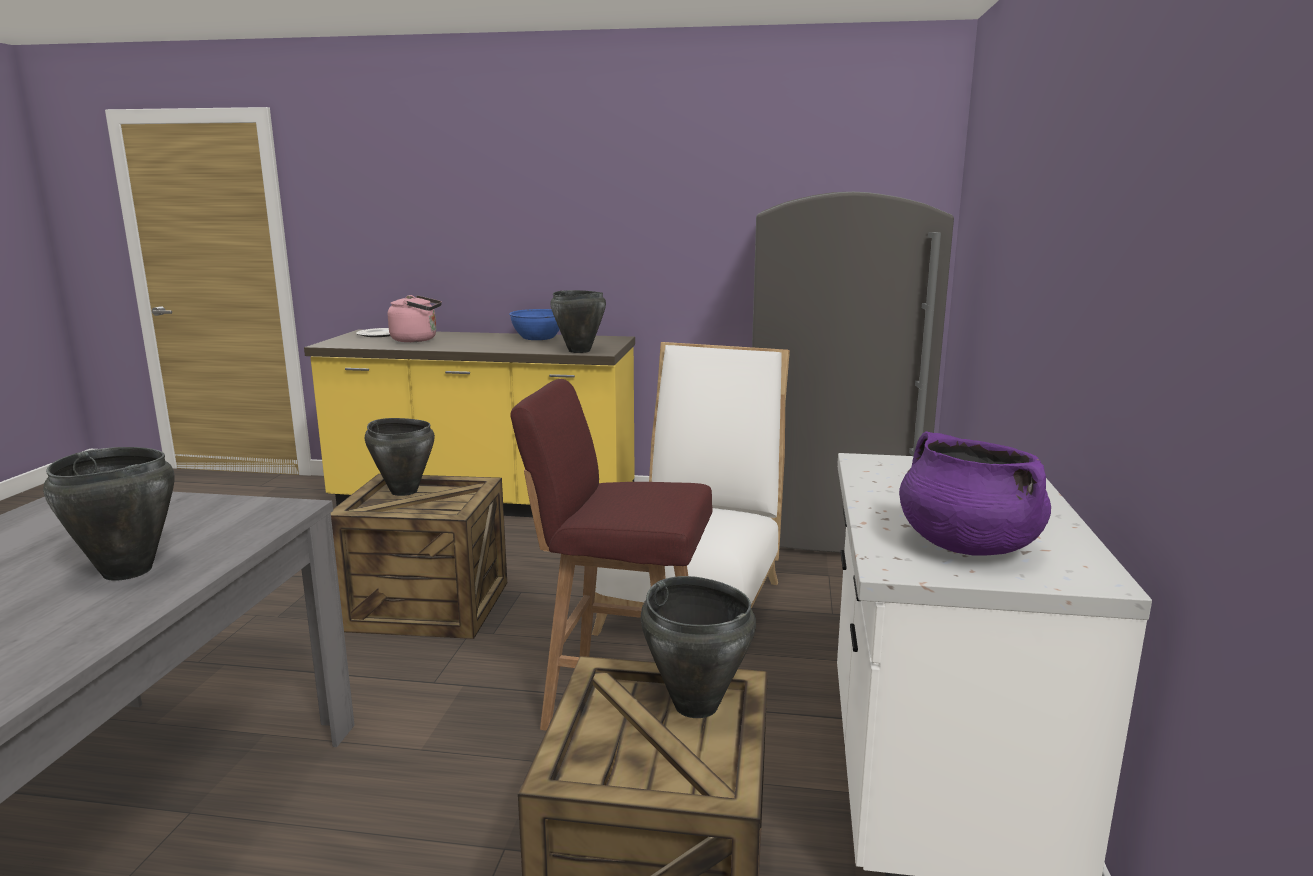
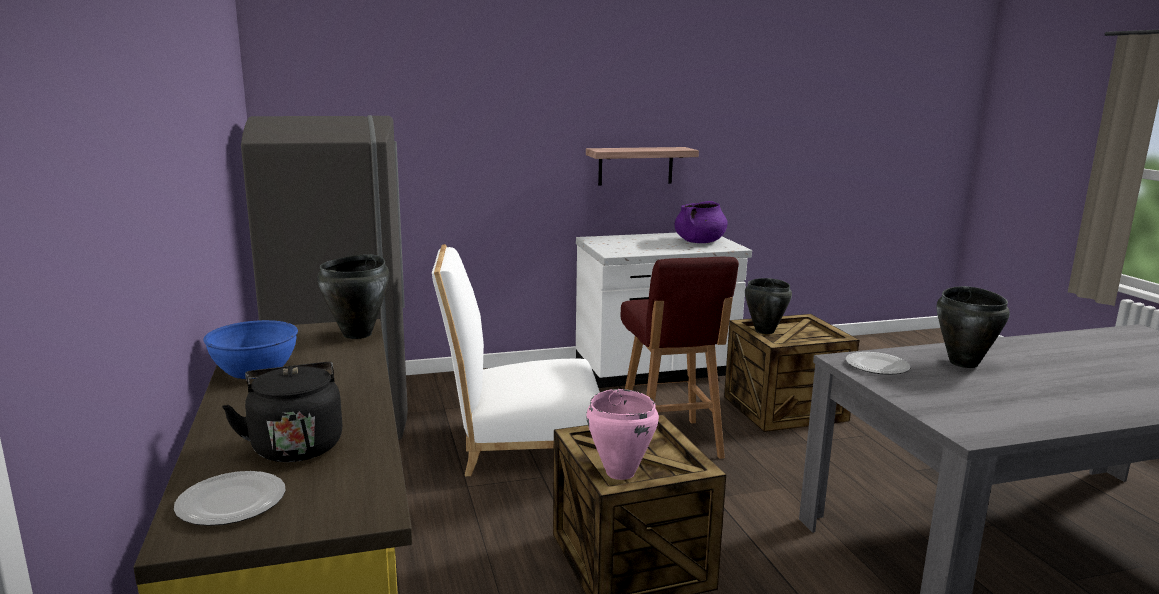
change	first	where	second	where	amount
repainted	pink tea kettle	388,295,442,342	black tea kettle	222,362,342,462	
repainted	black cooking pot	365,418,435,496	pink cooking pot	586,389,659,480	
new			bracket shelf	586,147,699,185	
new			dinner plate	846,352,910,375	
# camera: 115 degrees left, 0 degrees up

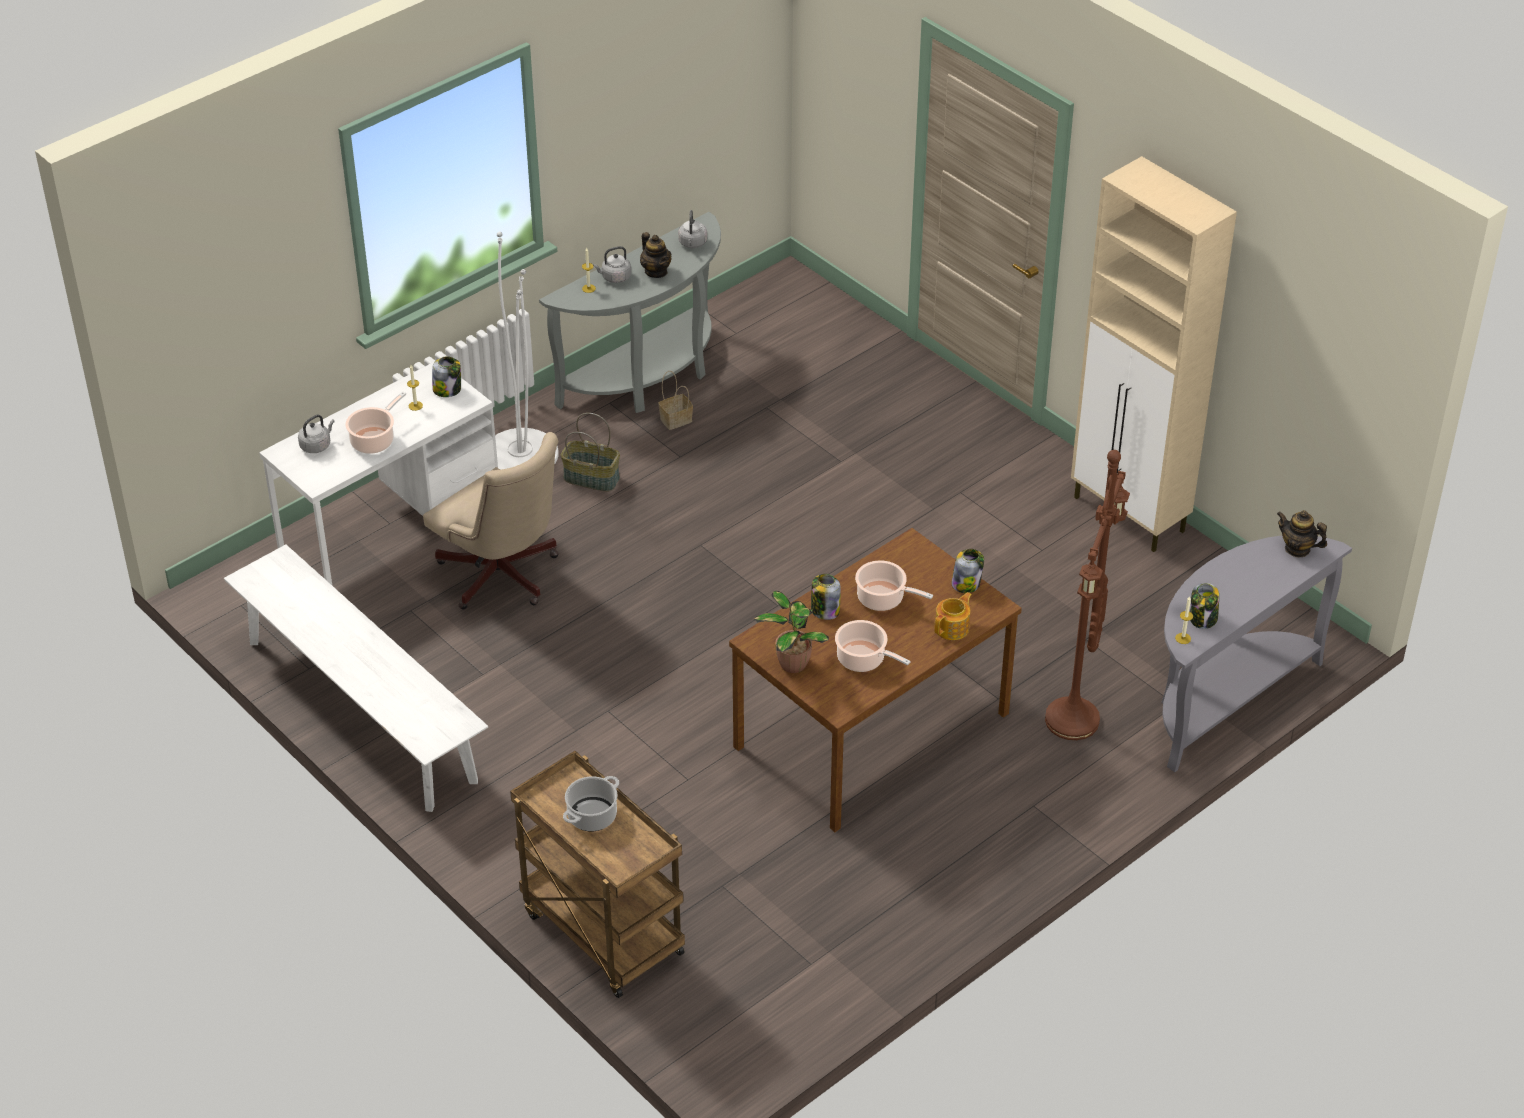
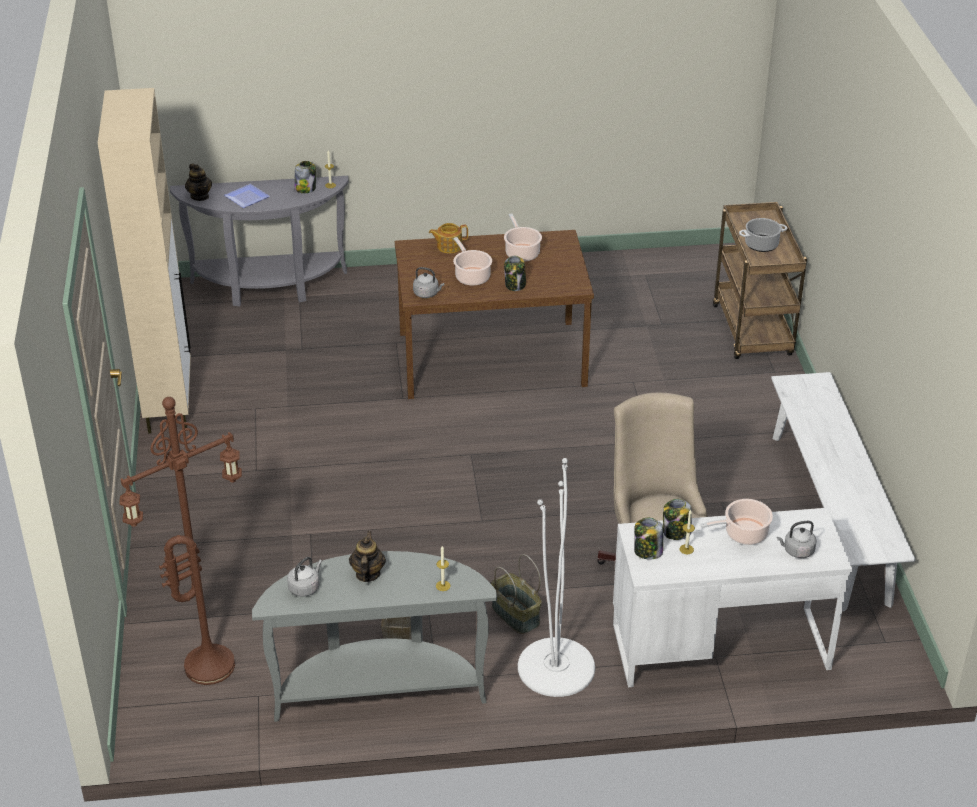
change	first	where	second	where	amount
shifted	grey tea kettle	593,246,631,283		413,267,444,298	
shifted	brown-coloured floor lamp	1045,450,1130,740		119,397,242,685	
shifted	preserve jar	951,549,984,593		663,499,692,540	
gone	houseplant	754,591,829,673			
new			dinner plate	224,184,270,208	
# camera: 145 degrees left, 5 degrees down

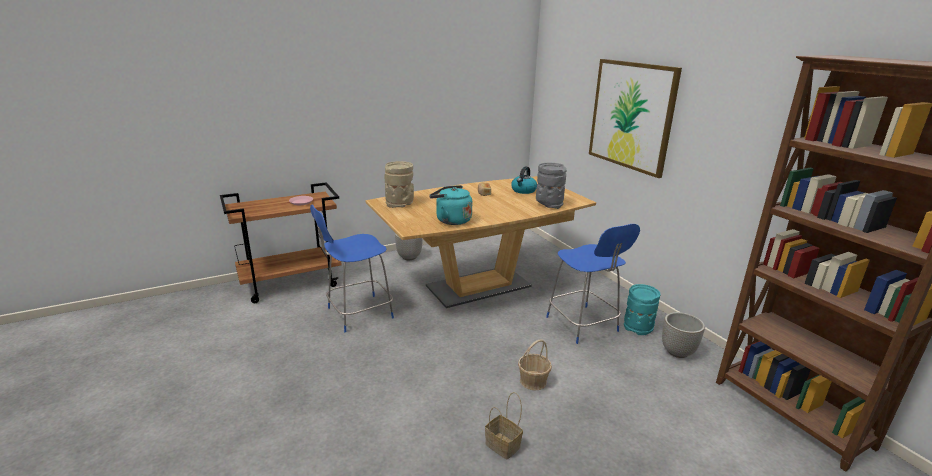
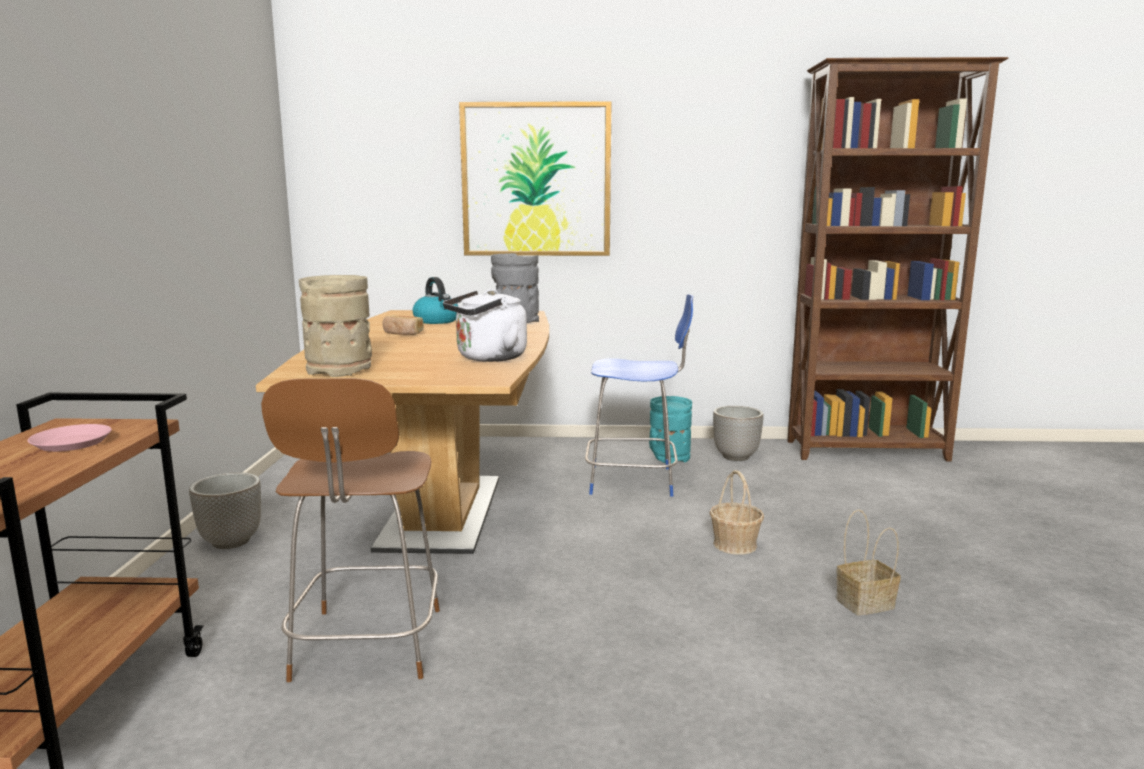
change	first	where	second	where	amount
repainted	turquoise-coloured tea kettle	429,185,472,225	white tea kettle	443,289,527,362	
repainted	blue-coloured chair	310,205,394,332	brown-coloured chair	261,378,440,682	
# camera: 60 degrees left, 10 degrees down

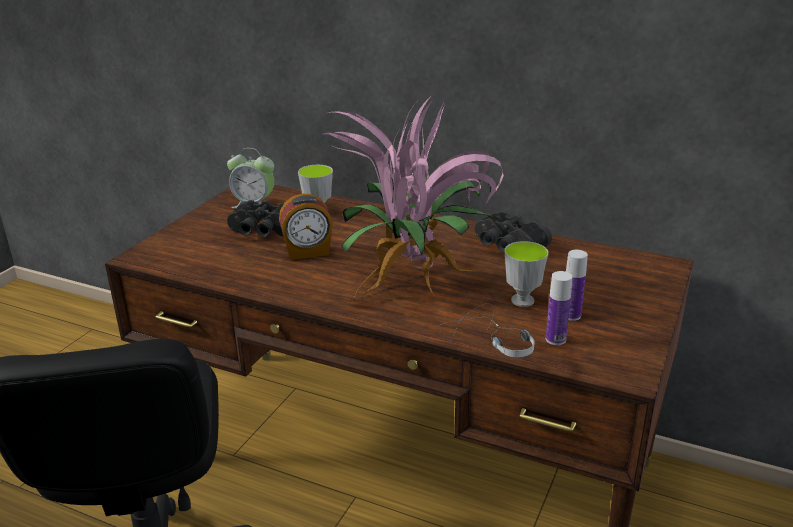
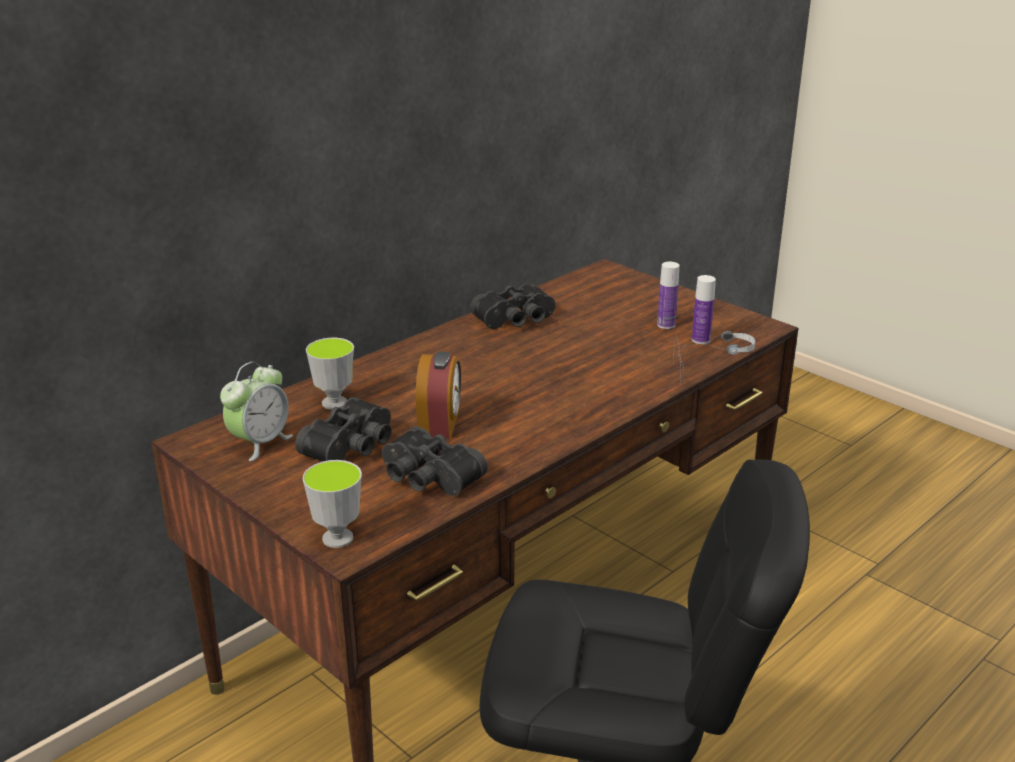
change	first	where	second	where	amount
gone	houseplant	322,95,504,297			
shifted	cup	504,241,549,307		303,460,362,548	
new			black field glasses	382,426,488,496	
# camera: 70 degrees left, 0 degrees up

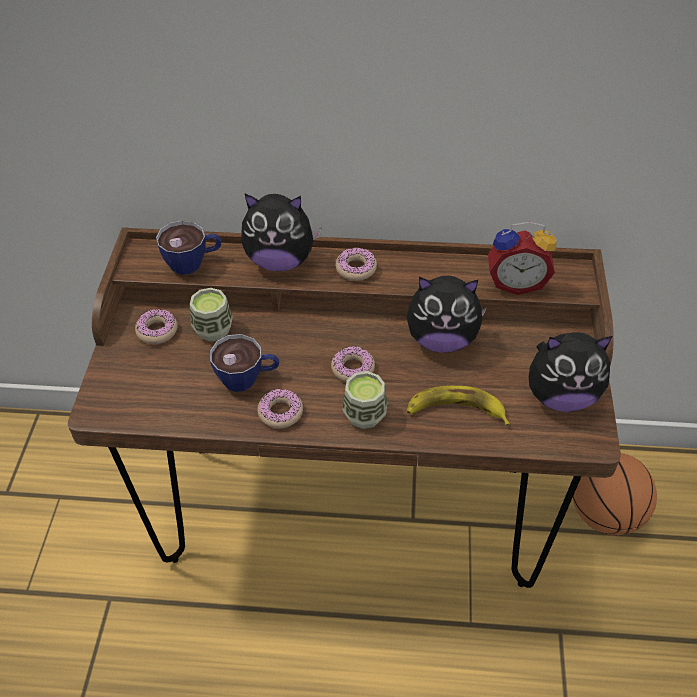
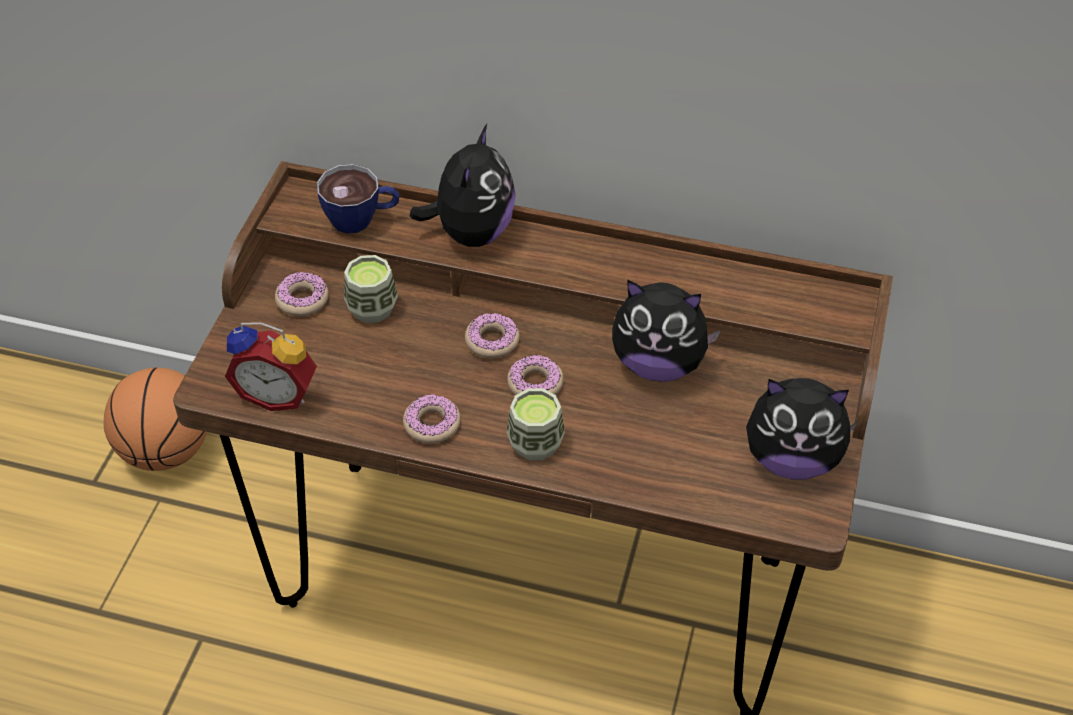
change	first	where	second	where	amount
rotated	soft toy	241,194,322,271		409,124,516,247	90 degrees counterclockwise
shifted	alarm clock	488,221,557,295		225,322,317,411	
shifted	donut	335,247,377,281		465,313,520,359	
gone	cup	210,334,279,392			
gone	banana	407,386,510,426			
shifted	basketball	573,453,657,535		104,368,207,471	
# camera: 10 degrees right, 0 degrees up

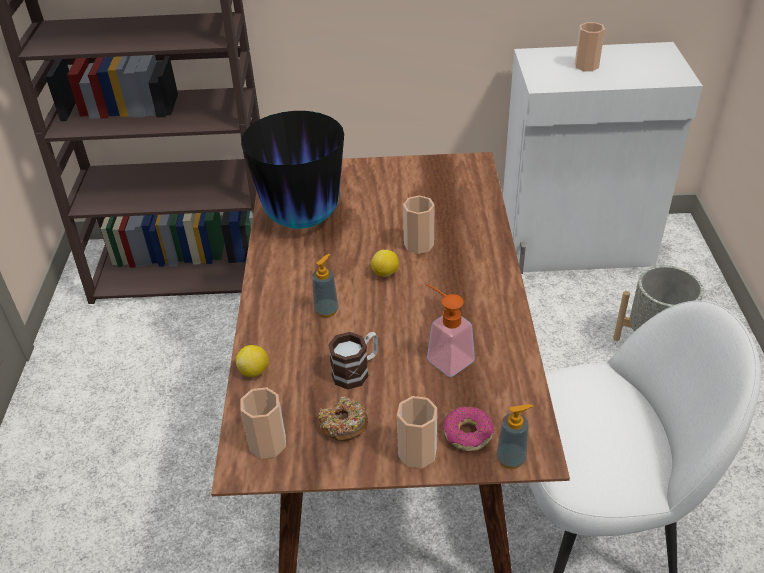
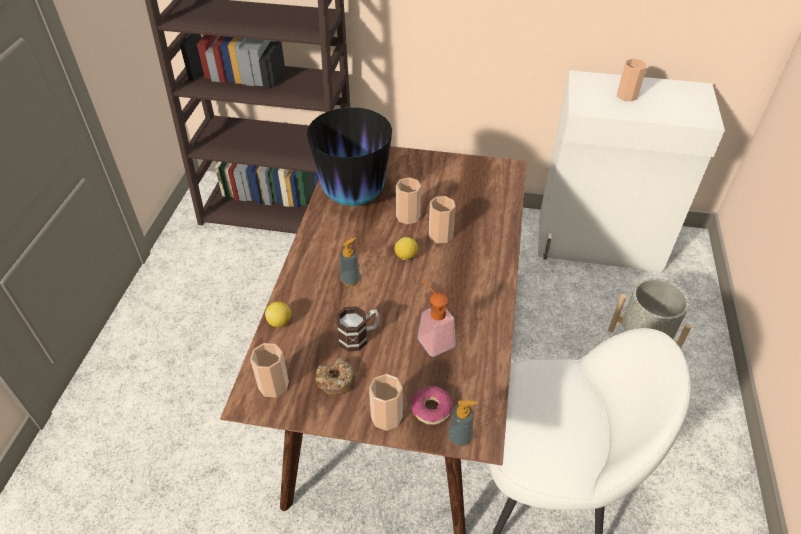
change	first	where	second	where	amount
new			cup	396,177,421,224	
# camera: 10 degrees right, 5 degrees up

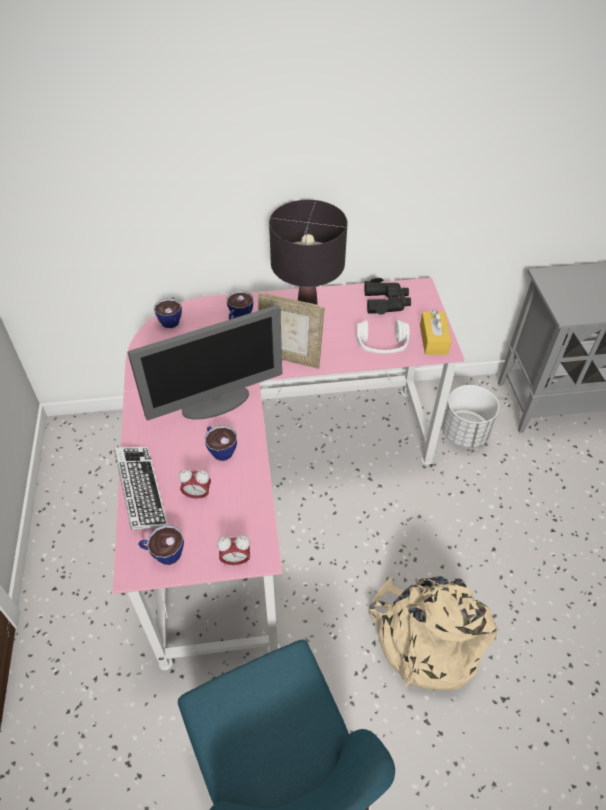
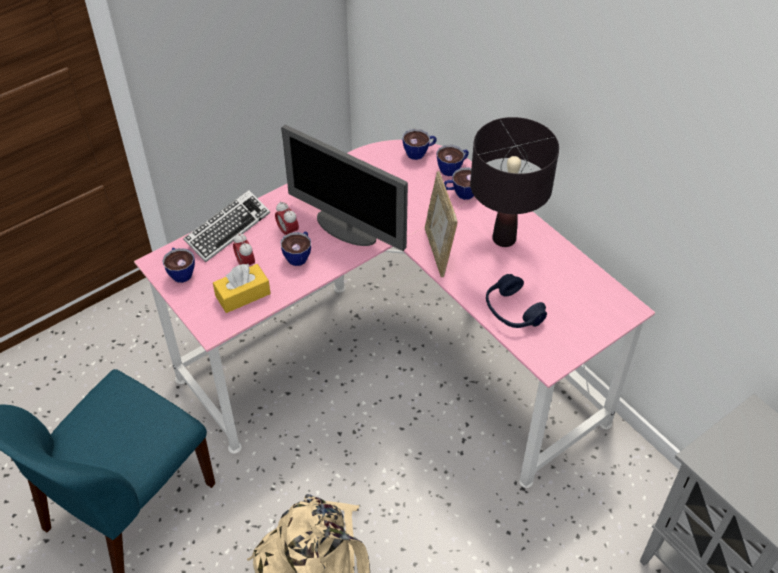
change	first	where	second	where	amount
gone	black field glasses	365,278,411,315			
shifted	yellow-coloured box of tissues	420,310,451,355		213,264,271,313	
repainted	white pair of headphones	356,320,410,353	blue-coloured pair of headphones	486,274,547,328	
gone	white planter	442,385,499,448			
shifted	alarm clock	217,535,250,566		275,201,299,235	
new			cup	437,145,469,176	
# camera: 60 degrees right, 0 degrees up

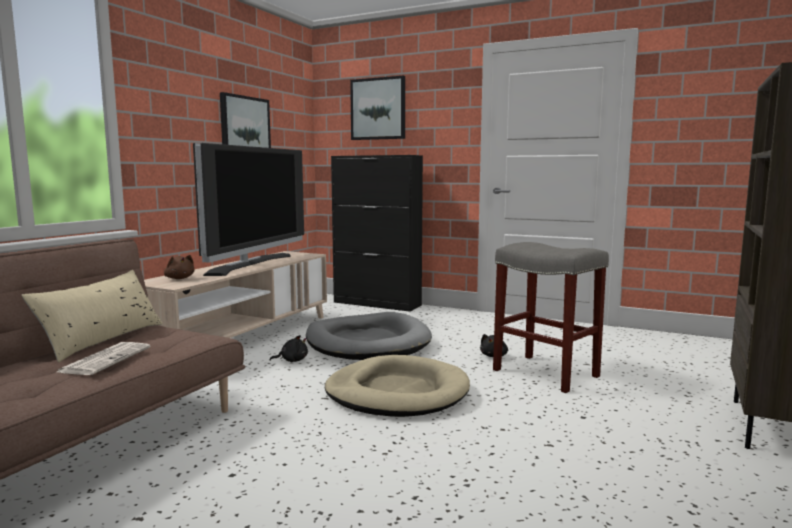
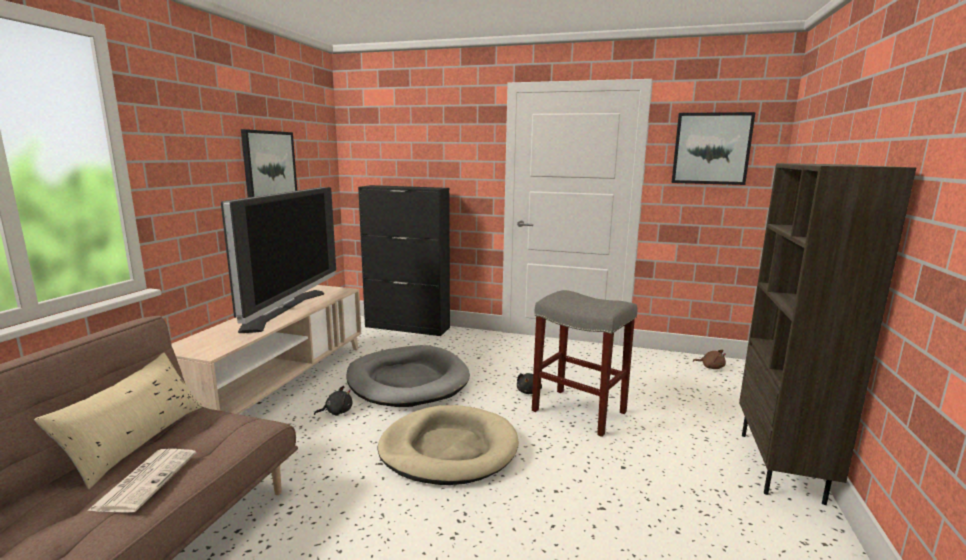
change	first	where	second	where	amount
shifted	wall art	350,76,405,140		672,112,756,185	
shifted	brown-coloured soft toy	164,255,195,279		693,350,726,369	
# camera: 10 degrees left, 5 degrees up

